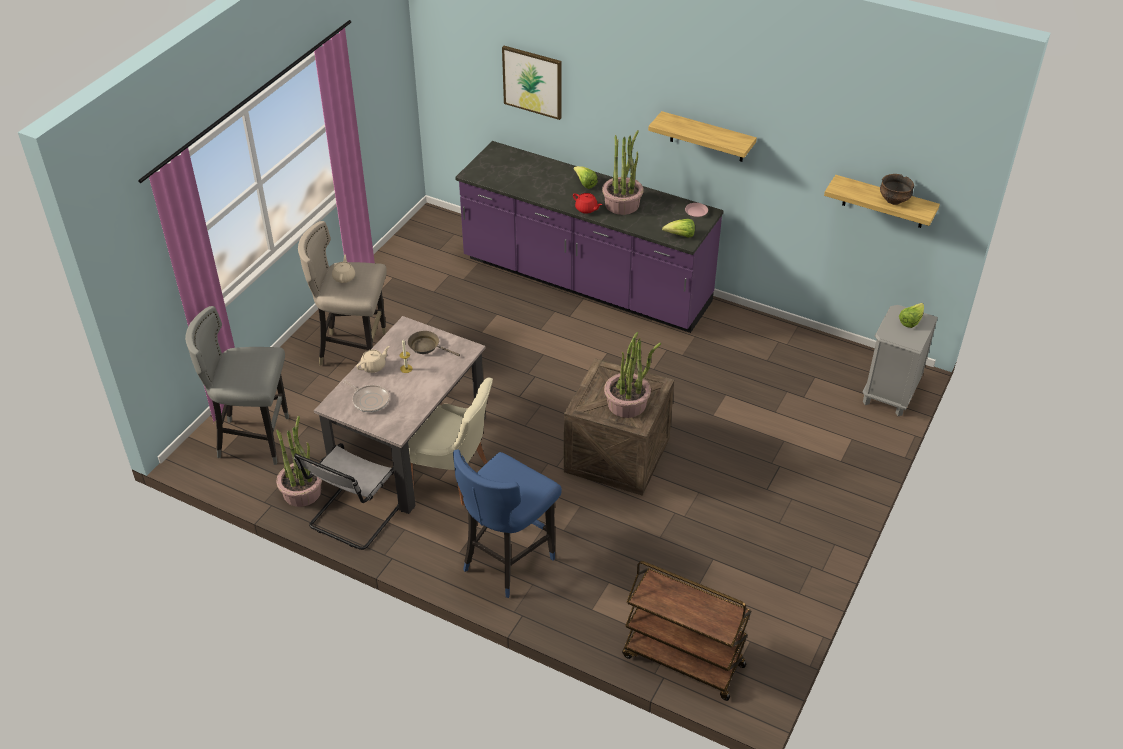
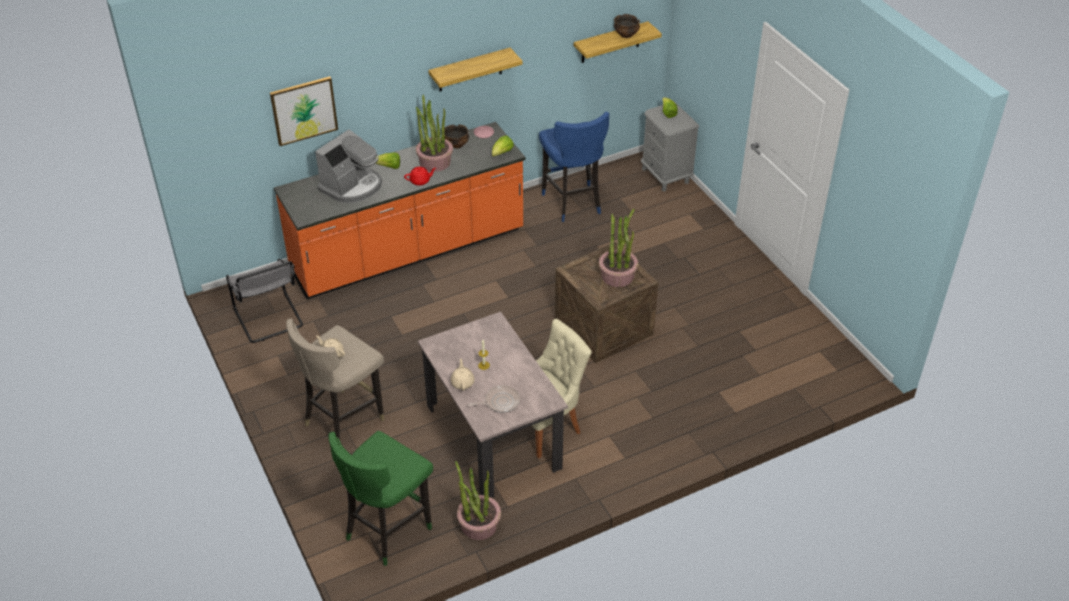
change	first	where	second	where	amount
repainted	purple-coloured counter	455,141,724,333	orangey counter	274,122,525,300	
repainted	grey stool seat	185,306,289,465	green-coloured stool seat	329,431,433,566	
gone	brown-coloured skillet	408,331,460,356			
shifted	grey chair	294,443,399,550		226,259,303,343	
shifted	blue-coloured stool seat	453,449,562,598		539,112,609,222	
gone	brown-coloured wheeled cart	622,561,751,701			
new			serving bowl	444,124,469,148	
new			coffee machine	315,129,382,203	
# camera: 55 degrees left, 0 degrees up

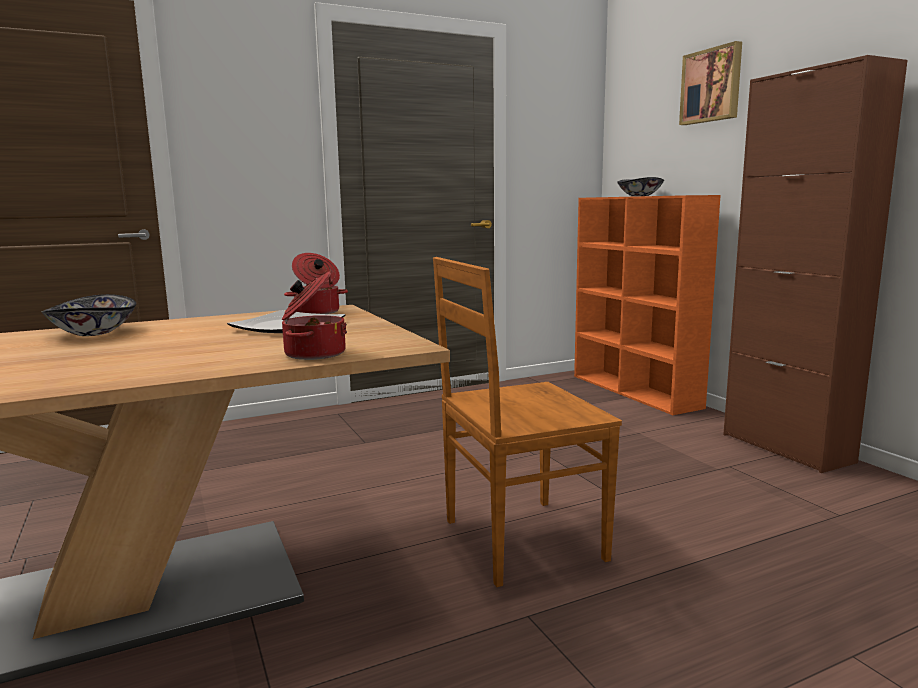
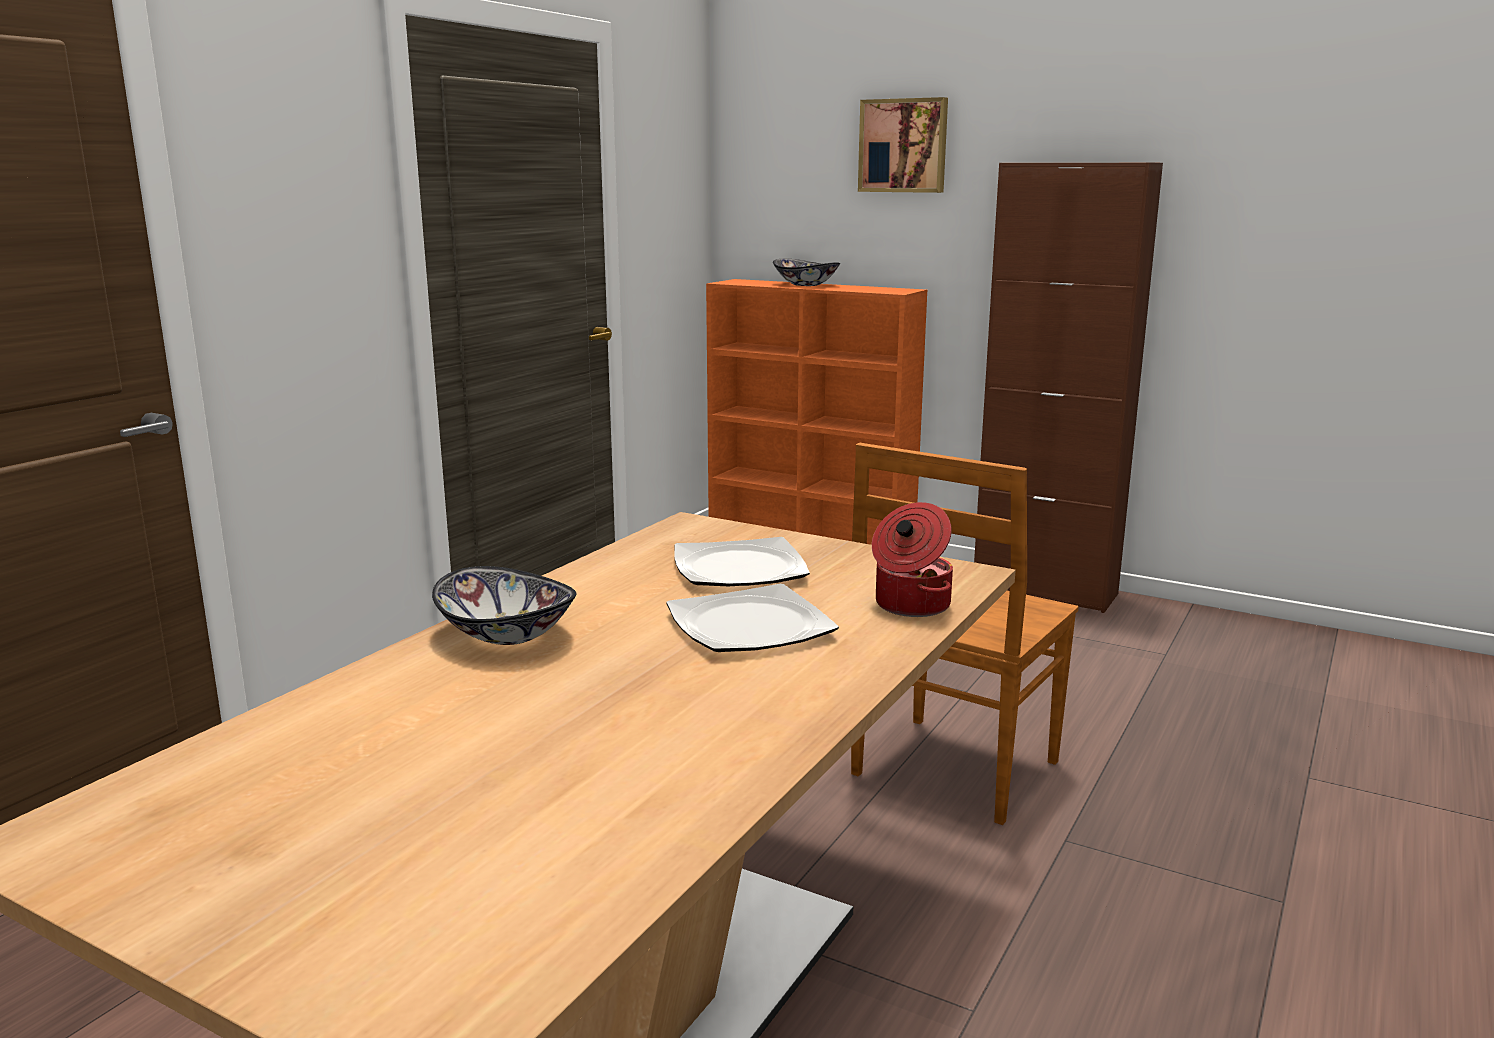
change	first	where	second	where	amount
gone	cooking pot	284,253,348,314			
new			dinner plate	666,584,839,652	
# camera: 35 degrees left, 5 degrees up

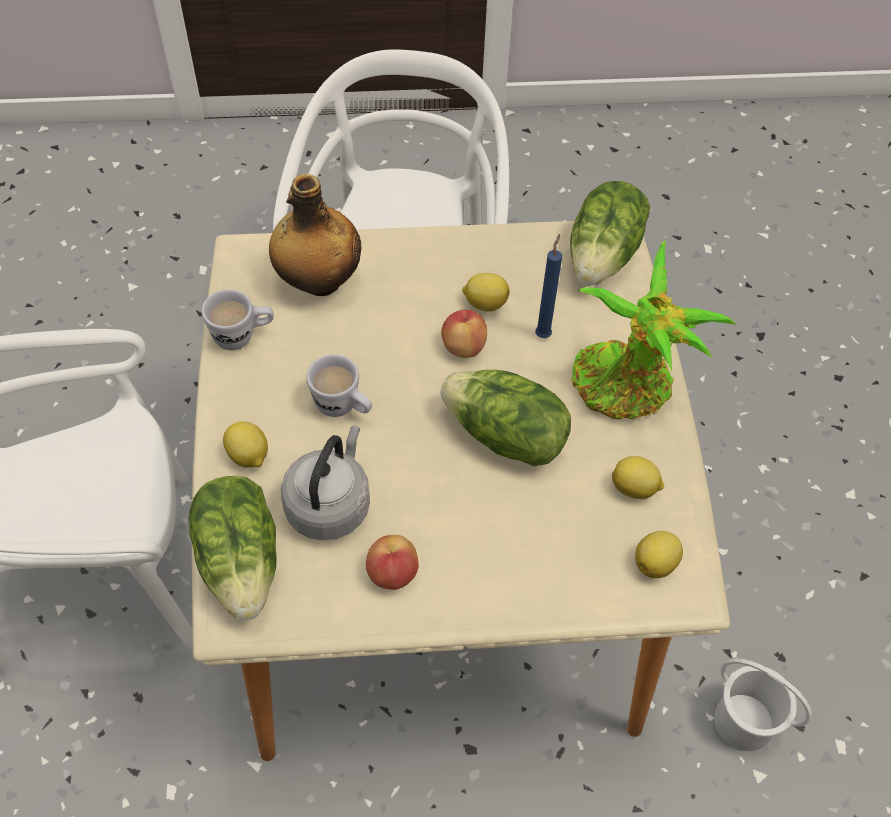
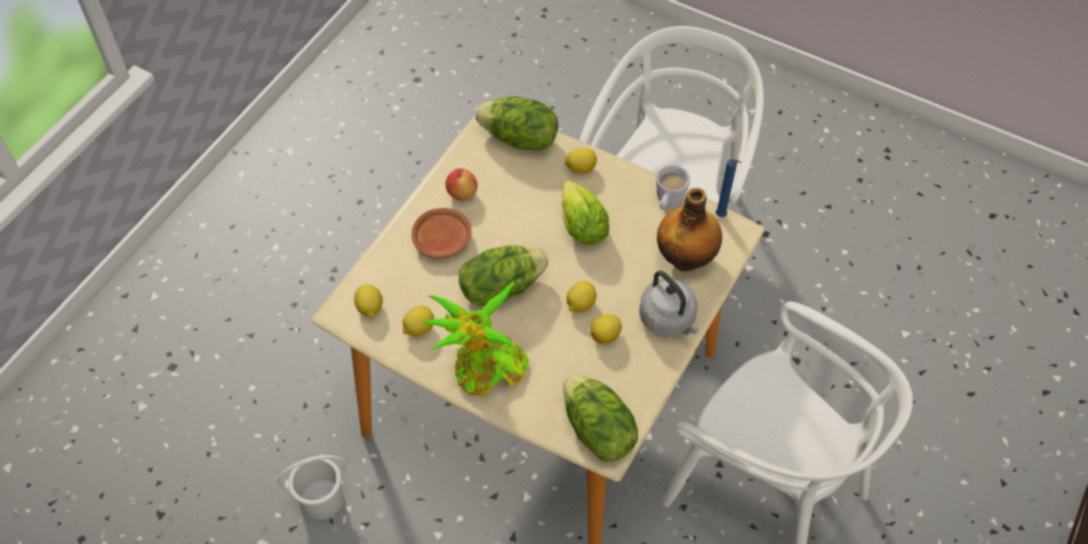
change	first	where	second	where	amount
shifted	blue-coloured wax candle	535,234,562,338		716,159,741,217	
swapped	whole apple	441,310,487,358	whole lemon	566,281,596,312	
swapped	white mug	306,354,372,417	lettuce	562,181,609,245	
shifted	grey tea kettle	281,426,370,540		639,271,699,337	
new			brown-coloured dinner plate	412,208,472,258	
# camera: 125 degrees right, 0 degrees up

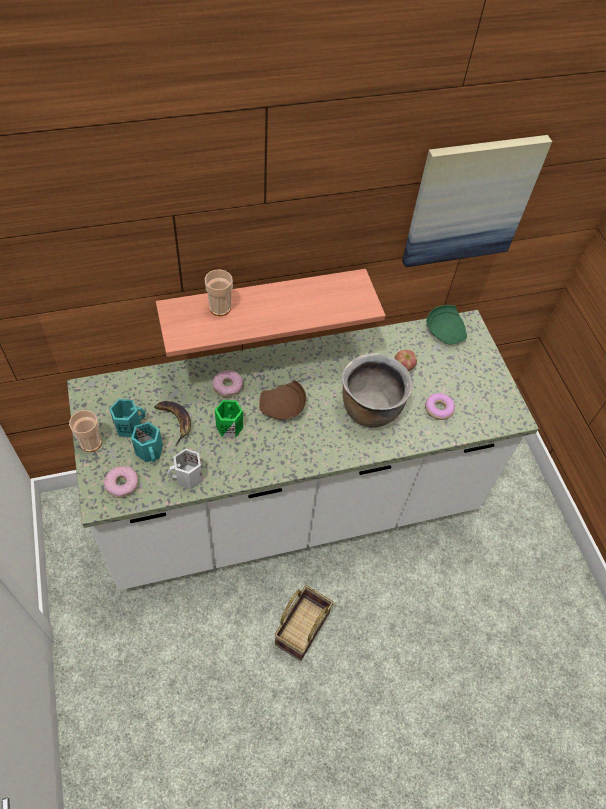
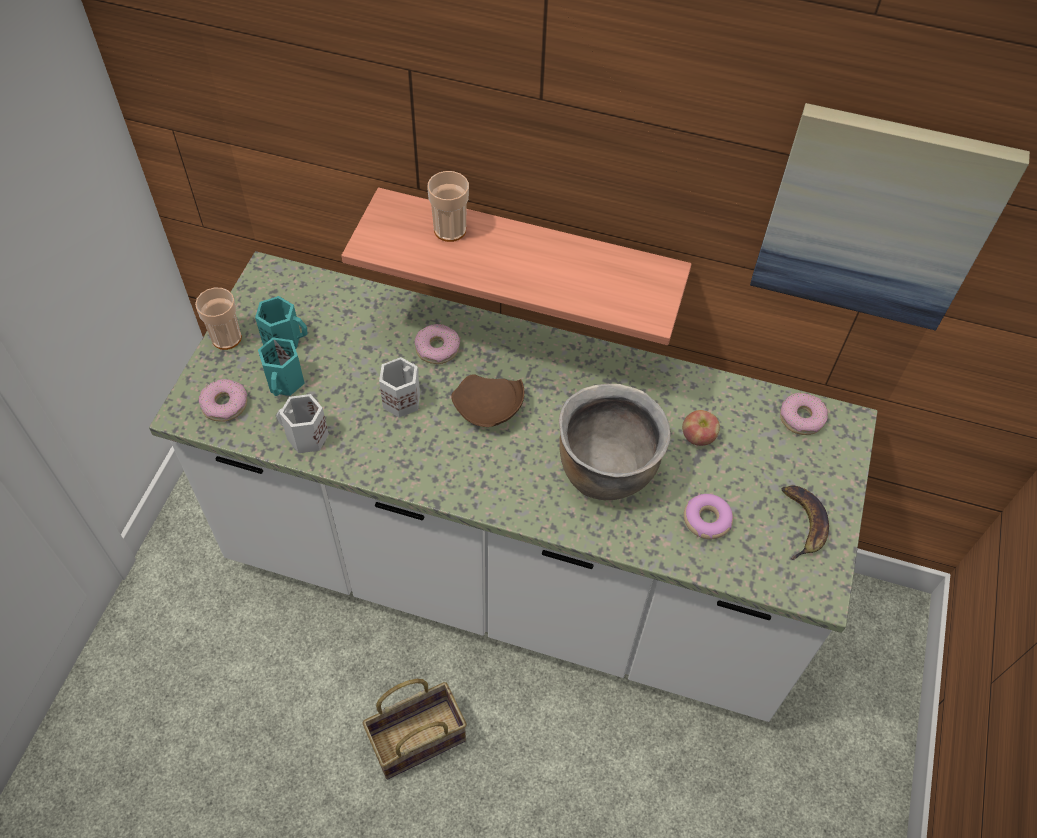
change	first	where	second	where	amount
swapped	green-coloured dinner plate	427,305,467,344	donut	780,393,828,435	
repainted	green-coloured mug	215,400,243,438	white mug	379,357,420,418	
shifted	banana	154,401,191,445		781,485,829,560	
# camera: 35 degrees right, 0 degrees up

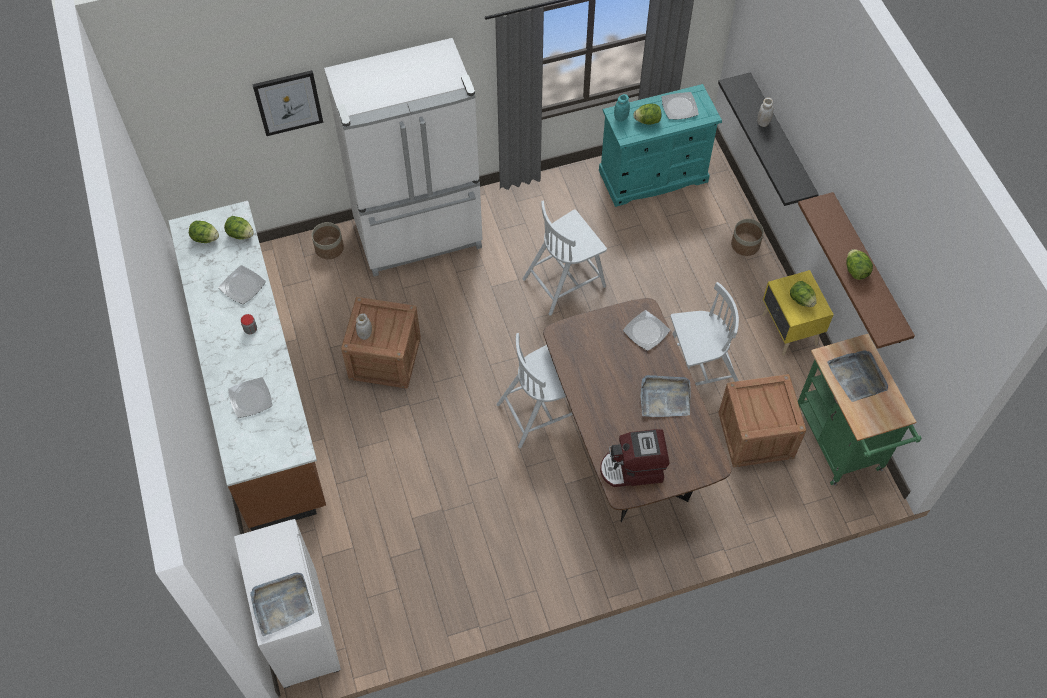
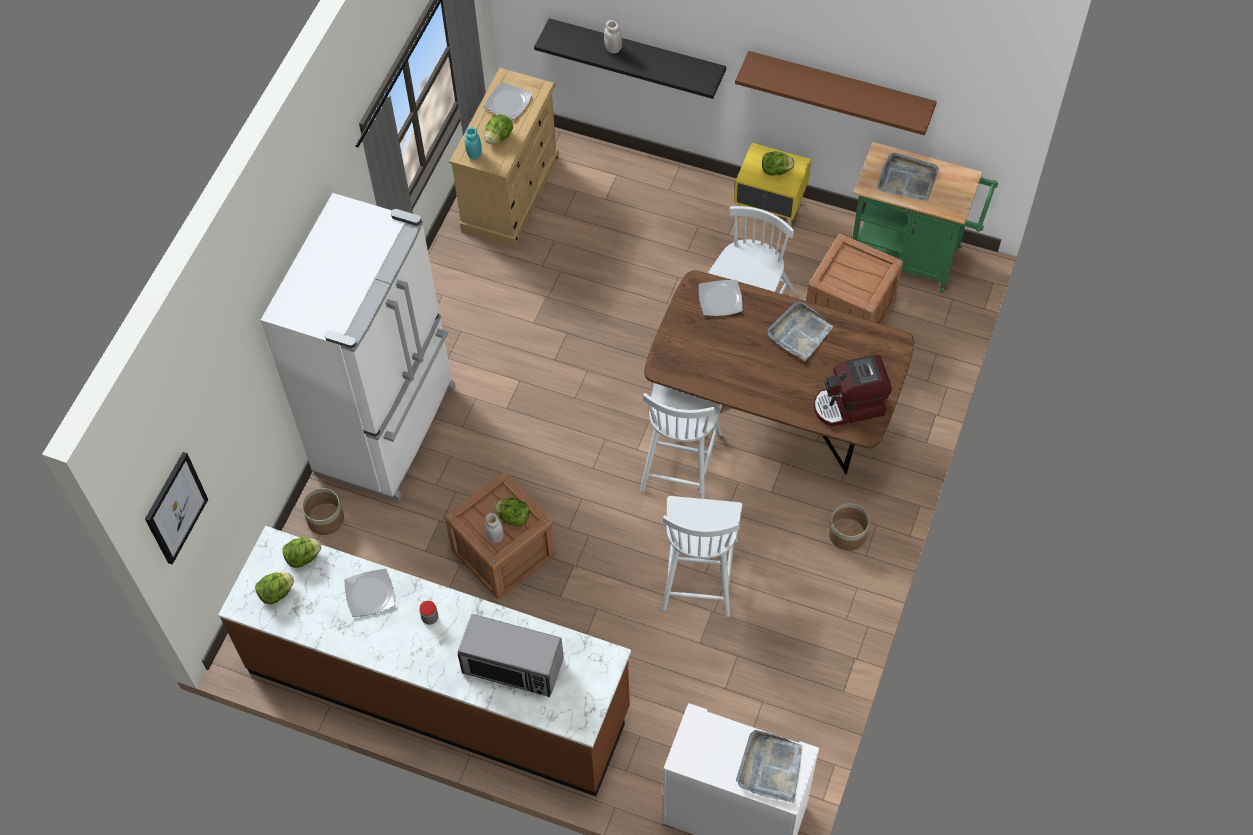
change	first	where	second	where	amount
shifted	wall art	252,70,323,136		145,452,208,565	
repainted	turquoise-coloured drawer chest	599,84,722,207	sand-coloured drawer chest	449,68,559,247	
shifted	white chair	523,200,607,316		662,496,742,617	
shifted	planter	731,219,764,256		829,503,869,551	
shifted	lettuce	846,249,873,280		494,498,530,527	
swapped	dinner plate	228,377,272,418	microwave	458,614,564,697	
rotated	coffee machine	600,429,669,487		814,355,892,426	45 degrees clockwise
# camera: 50 degrees left, 0 degrees up

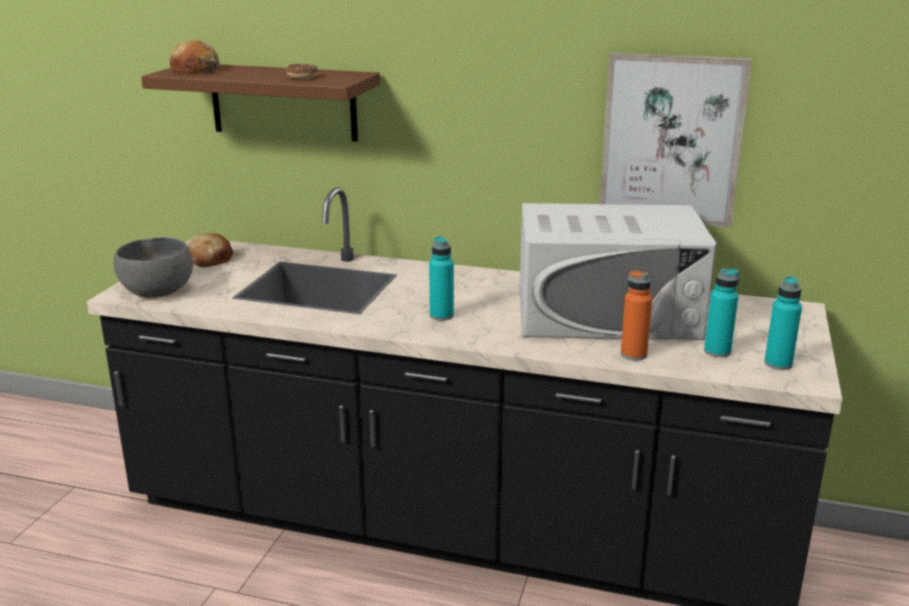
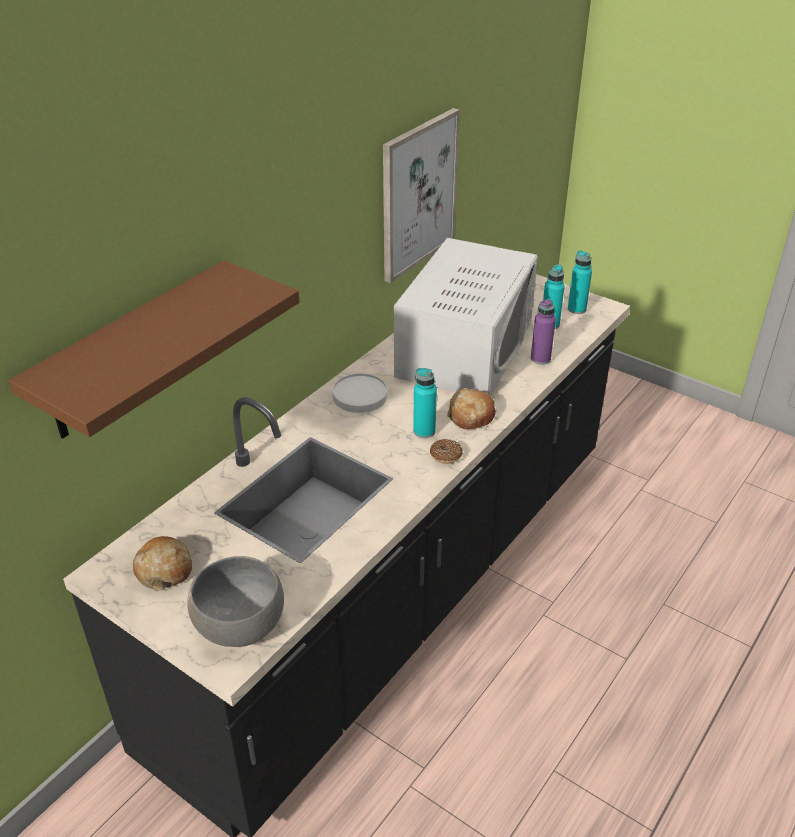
change	first	where	second	where	amount
shifted	baked bread	169,40,219,74		447,388,496,429	
shifted	donut	286,64,319,79		430,439,463,464	
repainted	orangey beverage bottle	621,270,652,361	purple-coloured beverage bottle	531,299,556,365	
new			white dinner plate	332,373,387,413	
# camera: 70 degrees left, 15 degrees up

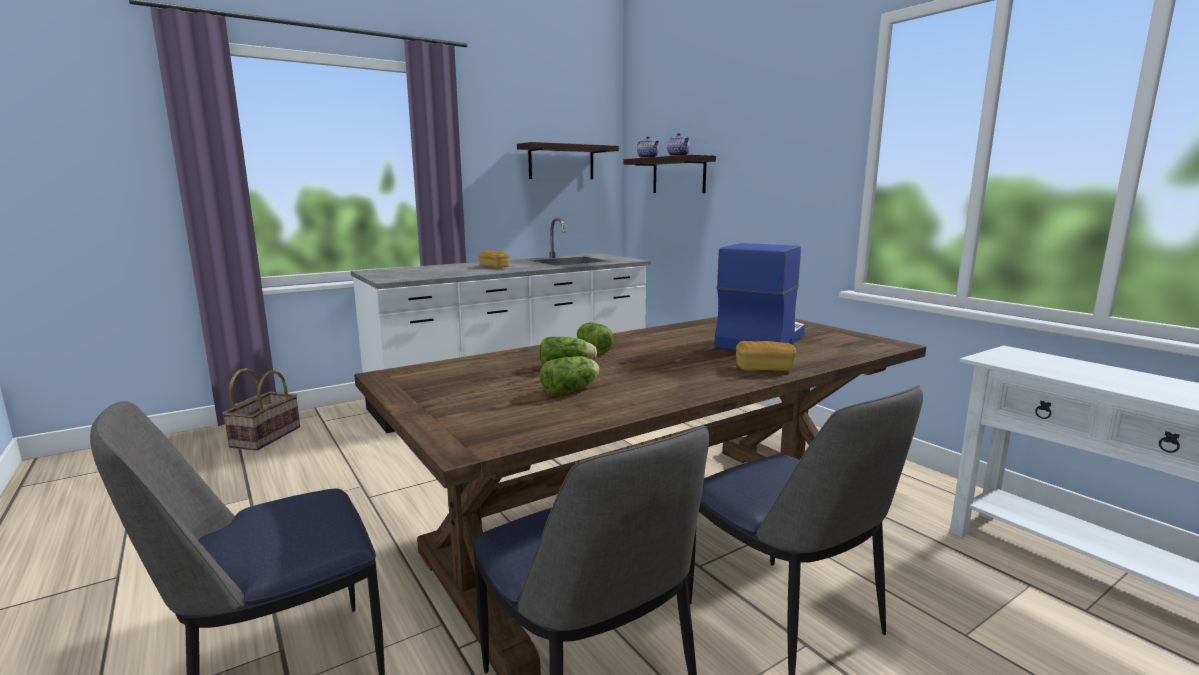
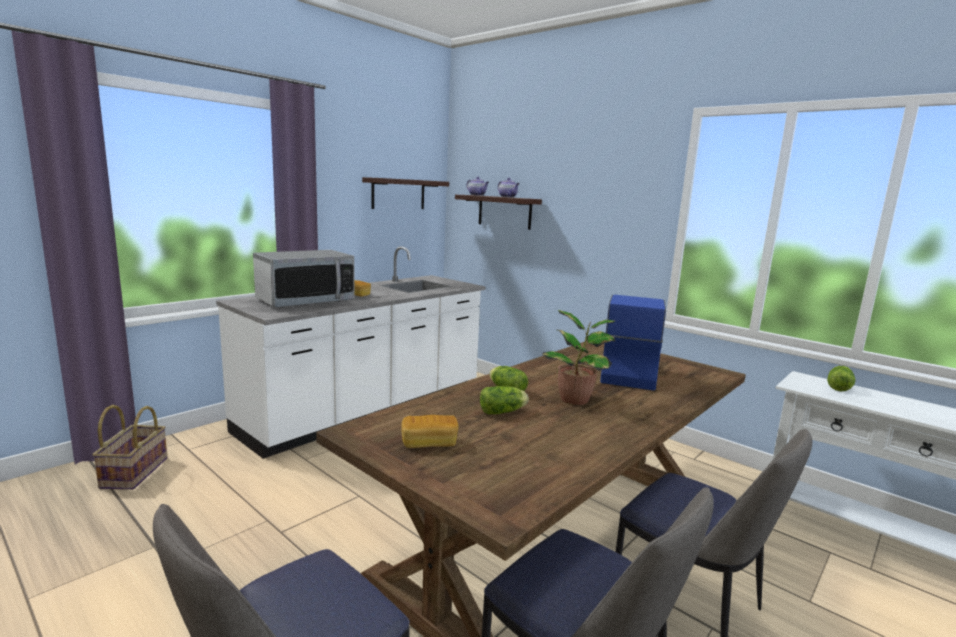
change	first	where	second	where	amount
shifted	baked bread	736,341,796,371		401,415,459,448	
shifted	lettuce	540,356,600,396		827,366,856,392	
new			microwave	253,250,355,307	
new			houseplant	542,310,615,405	
# camera: 15 degrees left, 0 degrees up

